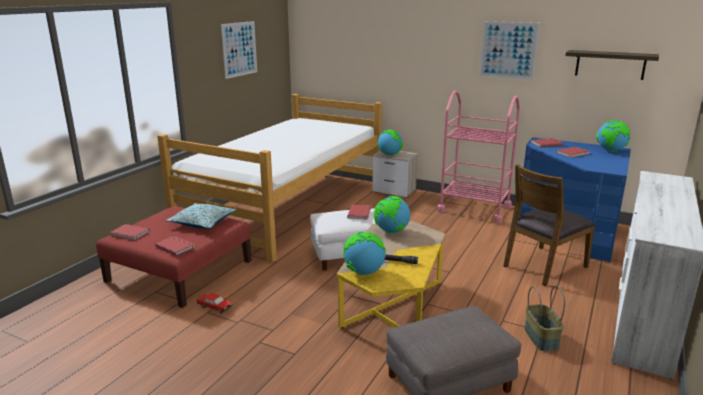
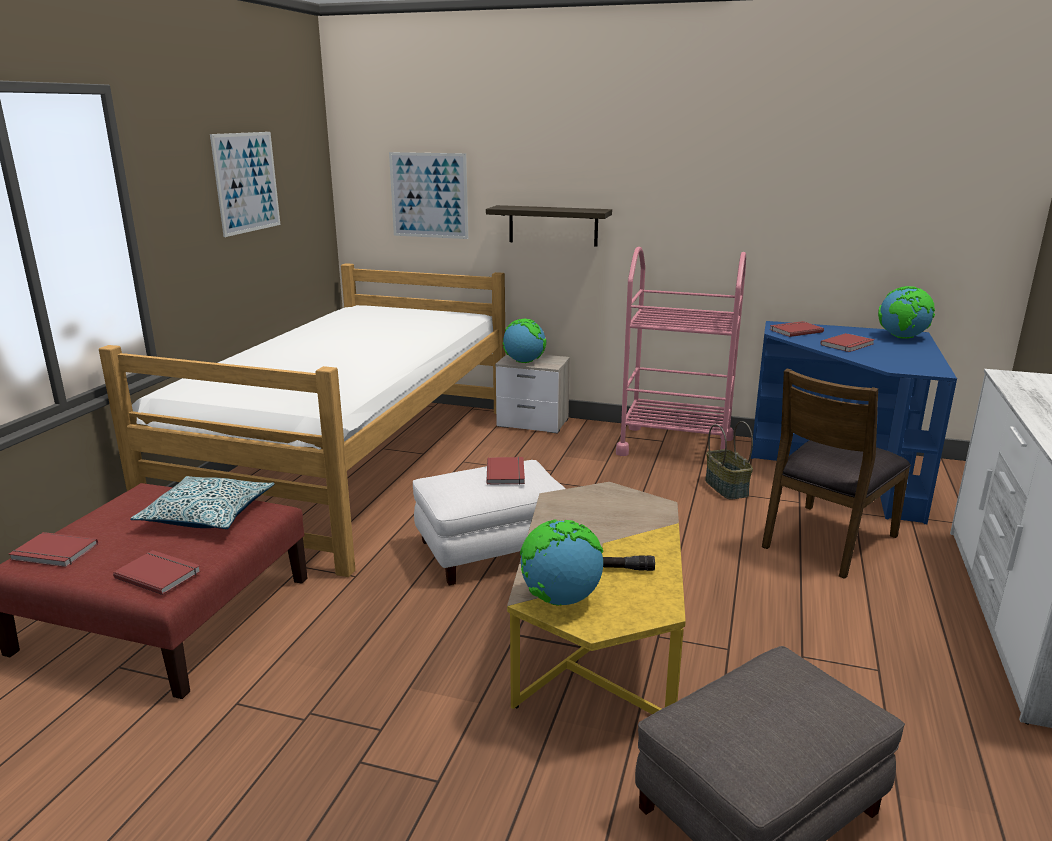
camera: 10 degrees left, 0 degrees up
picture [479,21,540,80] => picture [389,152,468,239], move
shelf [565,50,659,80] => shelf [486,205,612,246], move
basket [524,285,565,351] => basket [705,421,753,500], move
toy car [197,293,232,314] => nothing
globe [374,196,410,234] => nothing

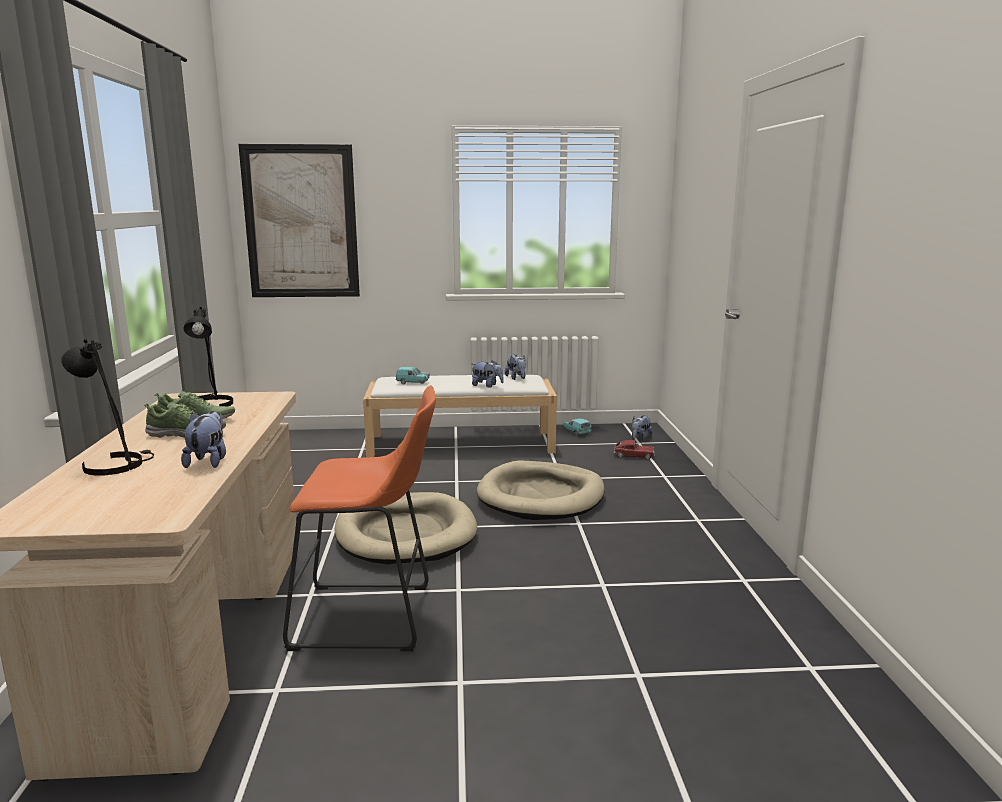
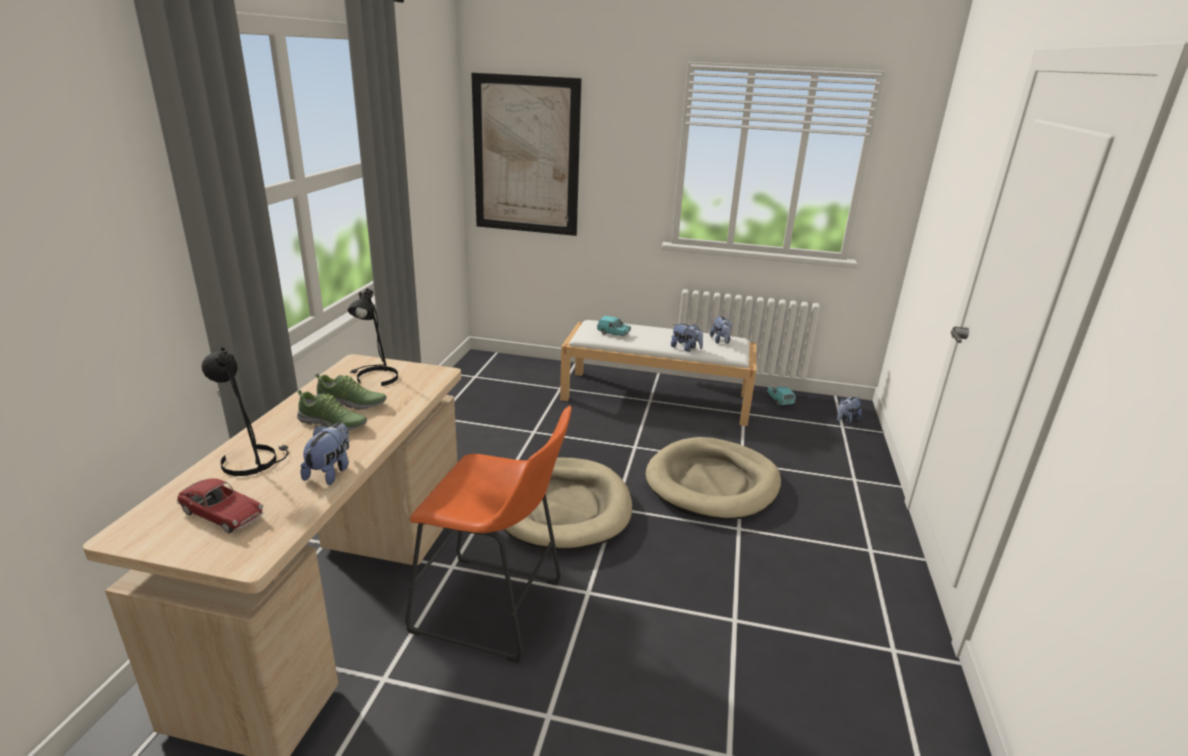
camera: 15 degrees right, 10 degrees up
toy car [614,440,654,459] => toy car [177,478,263,533], move

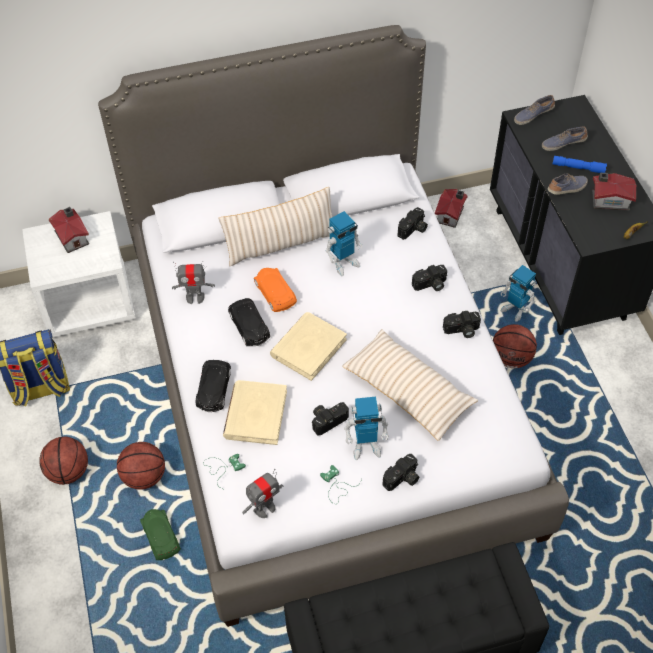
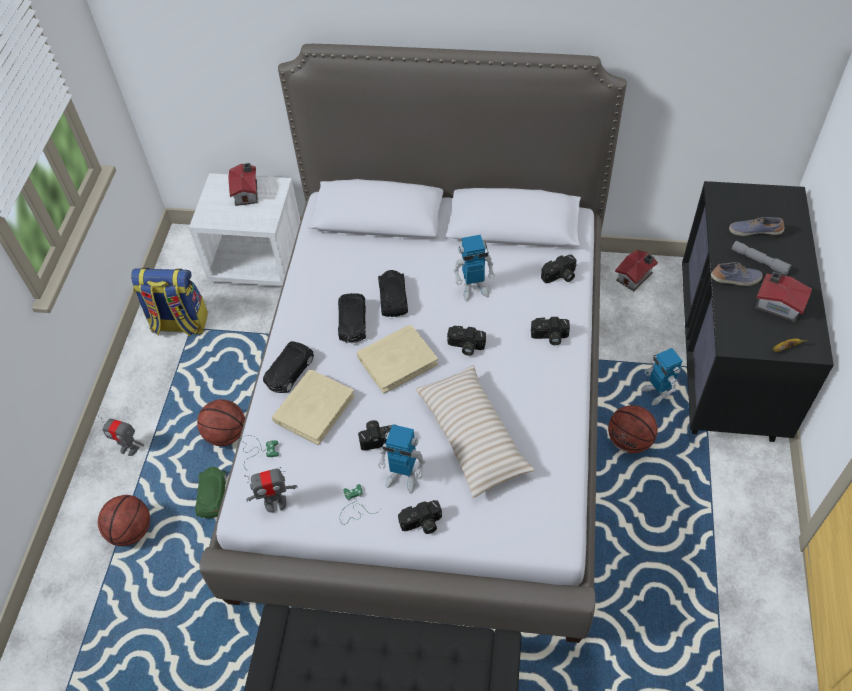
camera: 25 degrees right, 0 degrees up
toy robot [172,261,215,304] => toy robot [98,415,144,456], move
basketball [39,437,88,485] => basketball [98,495,150,546], move
toy car/orange [254,268,297,312] => toy car/black [378,270,408,317]
photo camera [443,311,481,338] => photo camera [447,326,486,356], move
flashlight/blue [553,156,607,173] => flashlight/grey [732,241,792,276]
pillow/beige [218,187,332,266] => nothing
shoe [514,95,555,125] => nothing

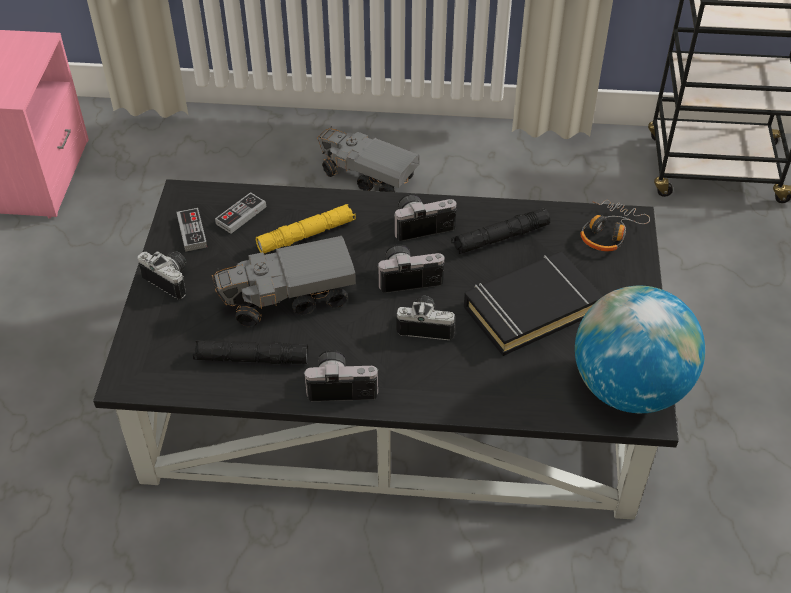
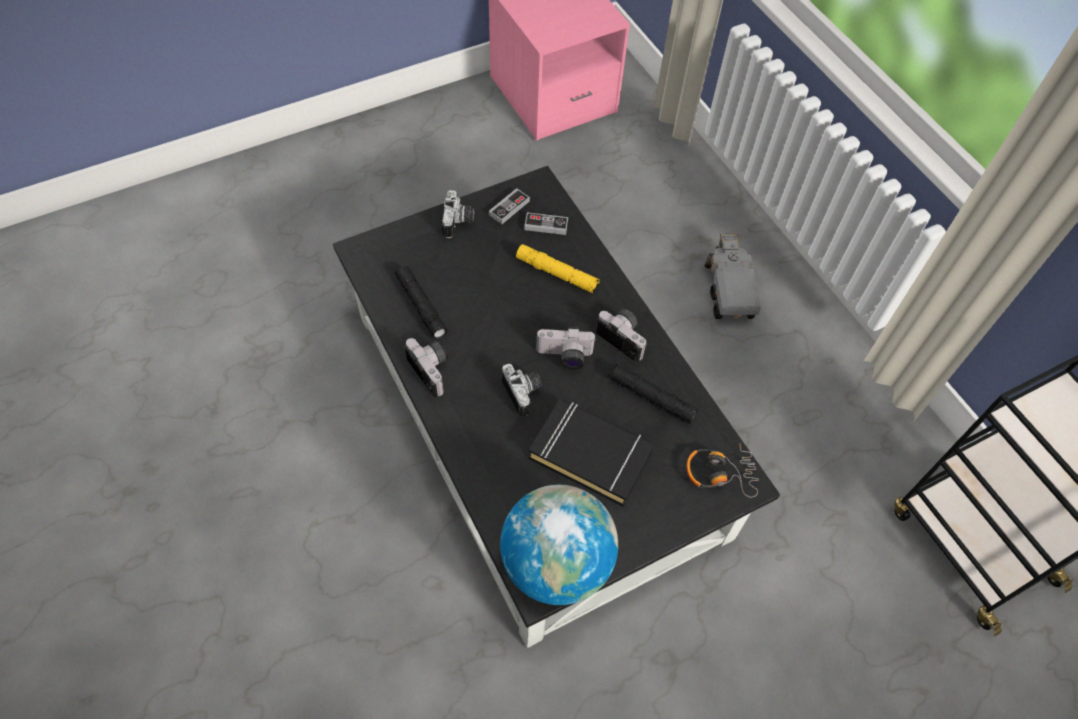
camera: 55 degrees right, 10 degrees up
photo camera [377,245,445,293] => photo camera [536,327,596,370], 135 degrees clockwise
toy truck [212,236,356,328] => nothing

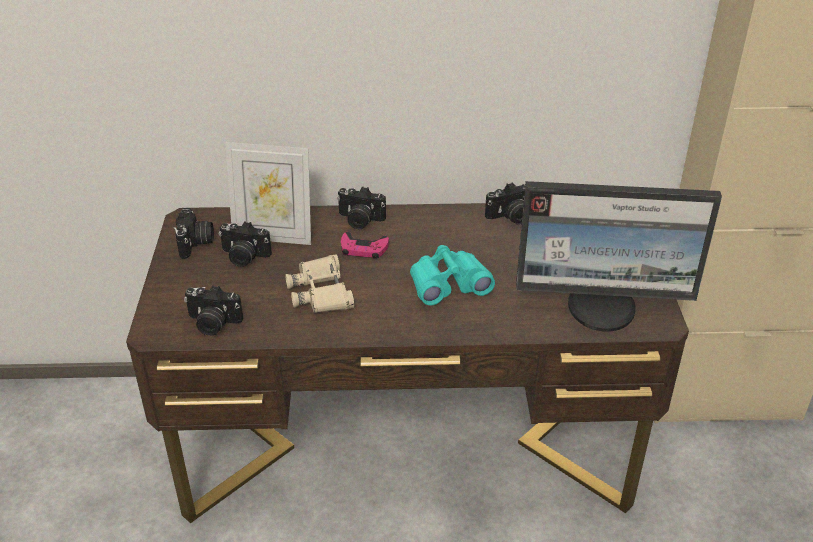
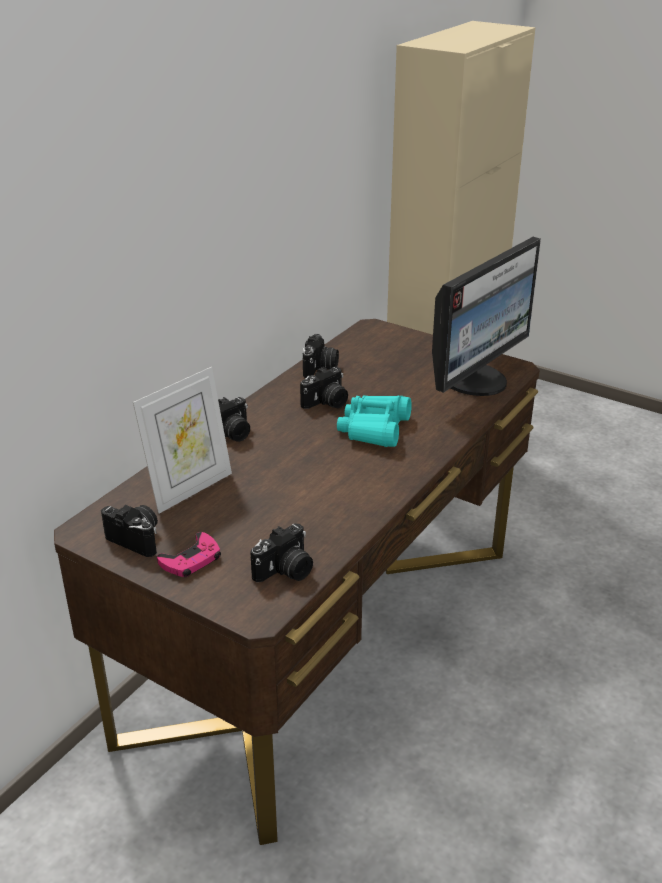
camera: 55 degrees left, 5 degrees down
game controller/pink [341,232,389,259] => game controller/pink [157,532,221,577], move
photo camera [219,221,272,267] => photo camera [300,367,348,409], move
binoculars/beige [285,254,355,313] => nothing

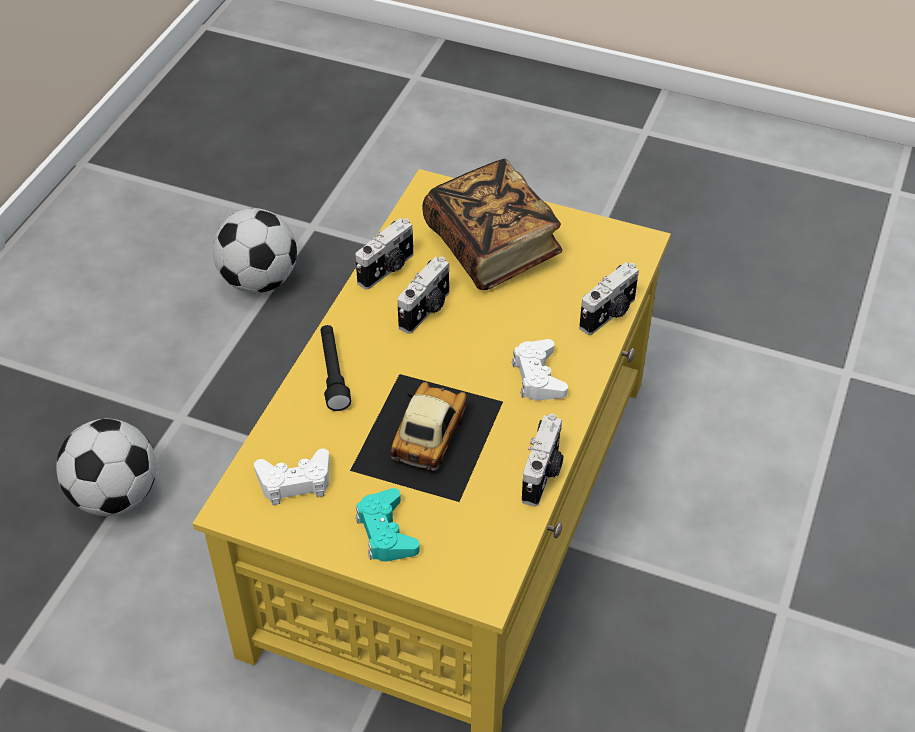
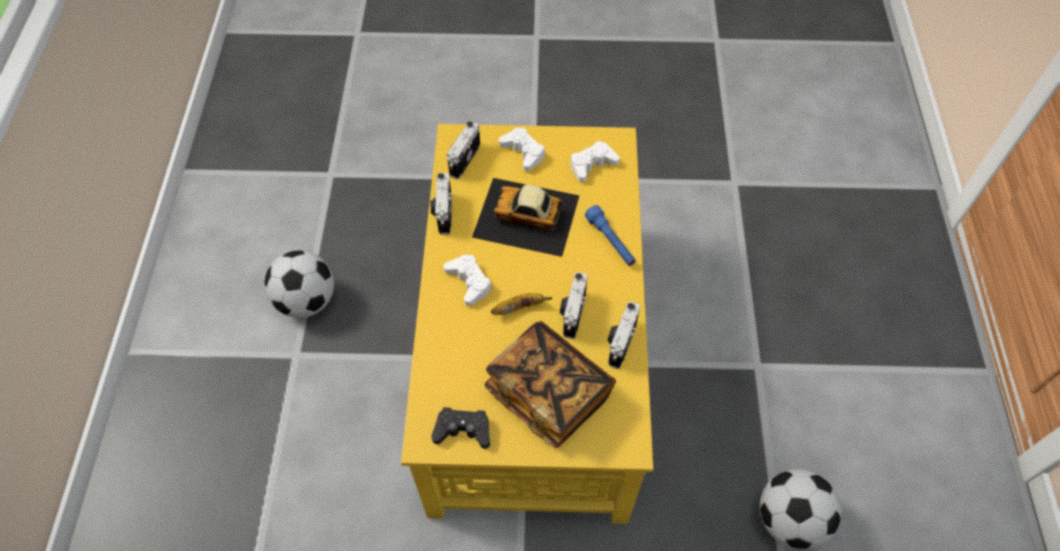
camera: 160 degrees right, 10 degrees up
football [56,419,156,516] => football [265,251,334,318], move
nothing => game controller/black [431,407,490,449]
photo camera [579,262,639,335] => photo camera [447,121,480,179], move
toy car [350,374,503,502] => toy car [472,178,579,257], 105 degrees clockwise
nothing => banana [491,293,552,315]
game controller/turquoise [356,488,420,562] => game controller/white [499,128,545,171]
flashlight/black [320,325,351,411] => flashlight/blue [585,205,636,266]

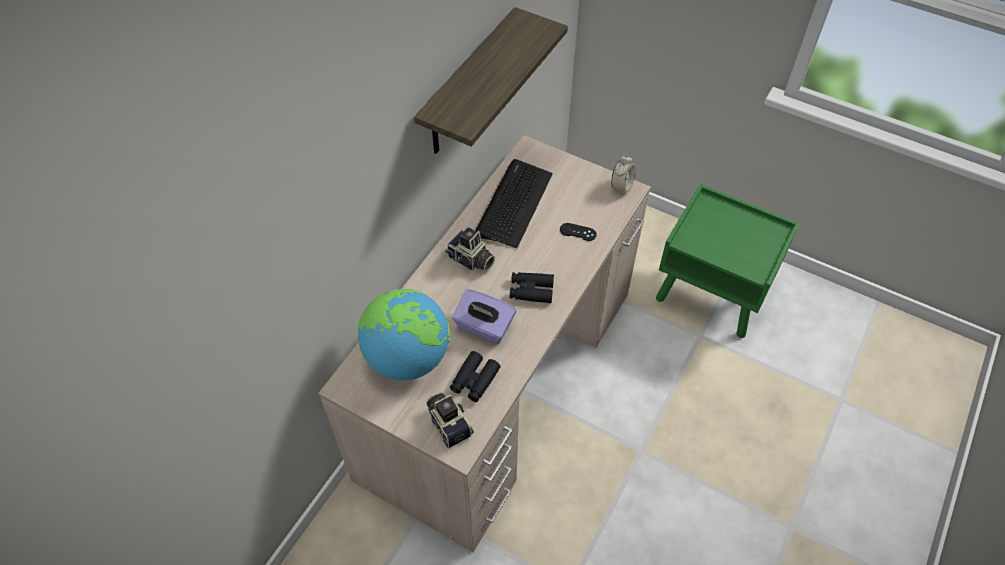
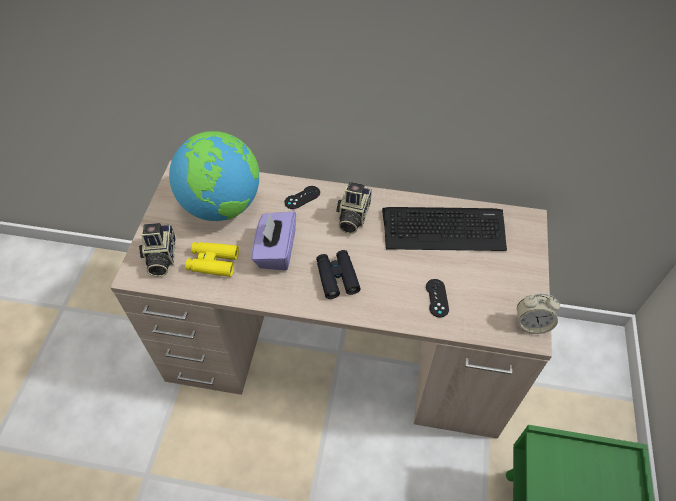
camera: 70 degrees right, 0 degrees up
photo camera [426,392,474,449] => photo camera [139,223,175,277], 135 degrees clockwise
binoculars/black [450,351,501,402] => binoculars/yellow [185,242,239,277]
nothing => game controller/black [284,186,320,209]
shelf [414,7,568,154] => nothing

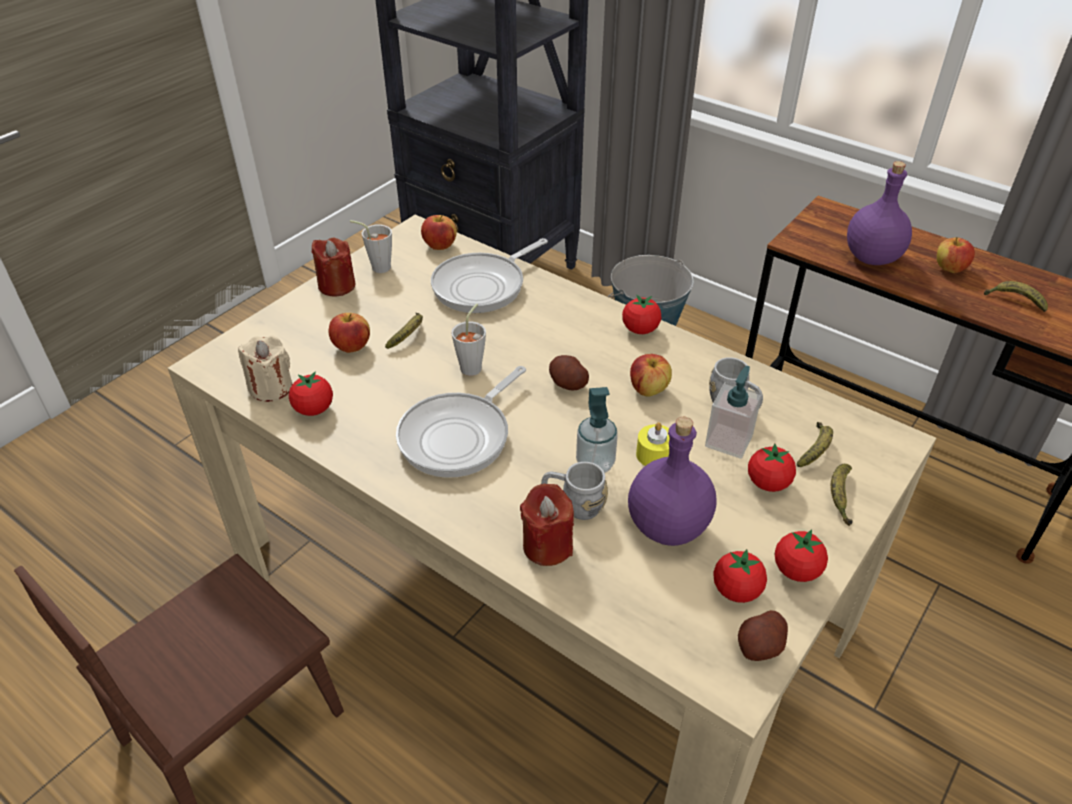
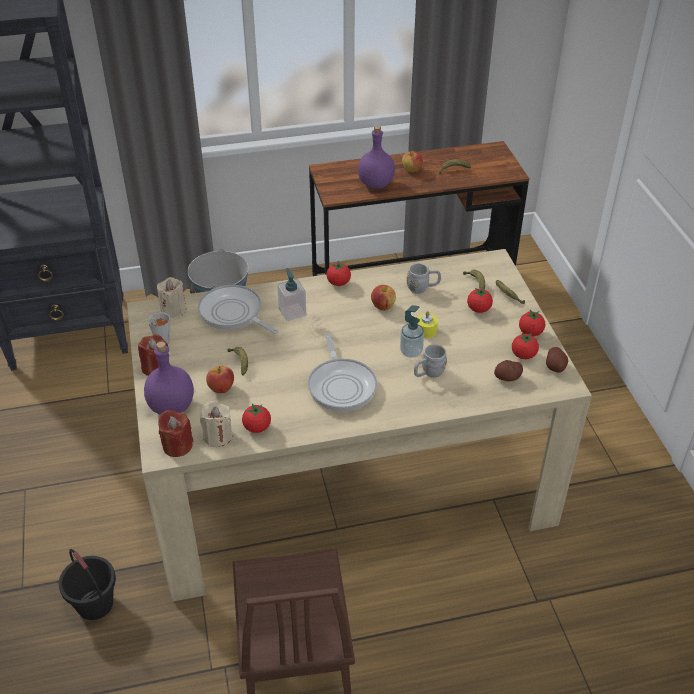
camera: 50 degrees left, 0 degrees up
nothing => bucket/black [59,549,116,620]
bottle/purple [628,417,717,546] => bottle/purple [144,341,194,415], move
apple [421,215,457,250] => candle/beige [157,277,186,318]
candle/red [520,484,574,566] => candle/red [158,410,193,457], move
frying pan [431,238,548,313] => frying pan [198,285,279,334], 135 degrees clockwise
soap dispenser [705,366,762,459] => soap dispenser [277,268,306,321], move
potato [549,355,589,390] => potato [494,360,523,382], move
cup/grey [451,304,486,376] => nothing

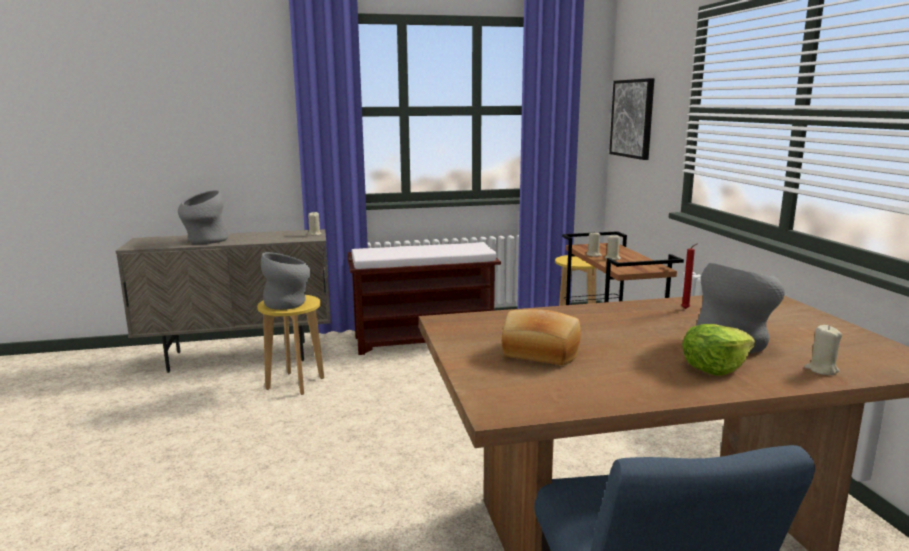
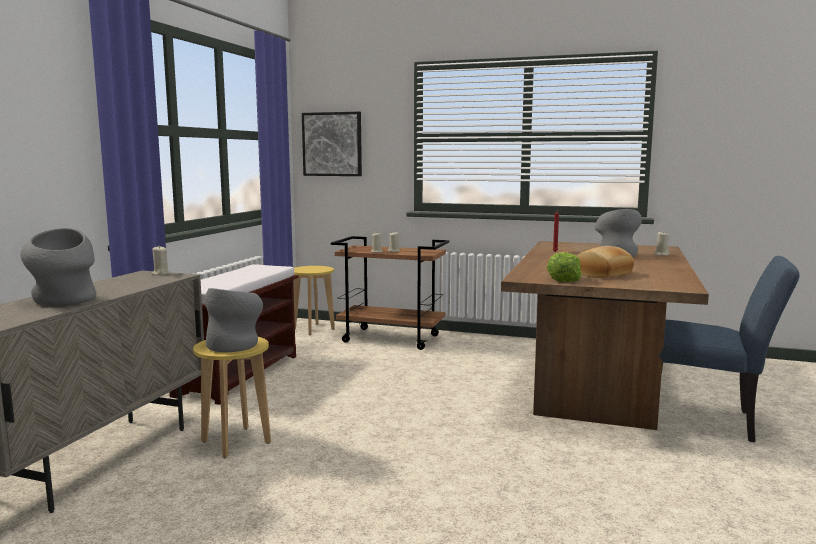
camera: 60 degrees left, 5 degrees down
lettuce [682,324,755,376] => lettuce [547,252,582,282], move

